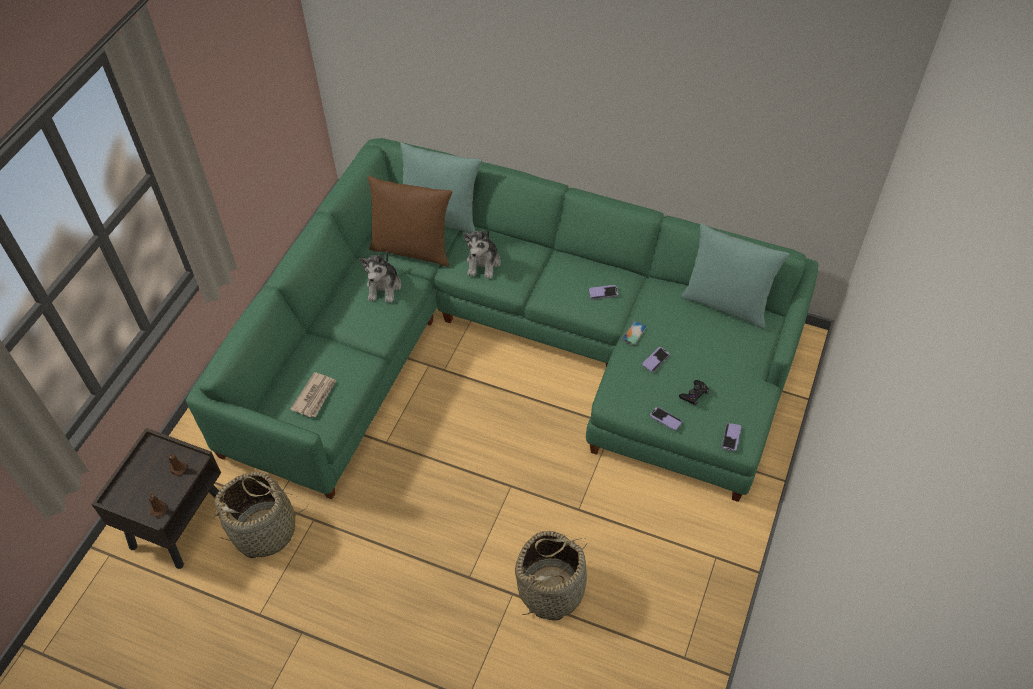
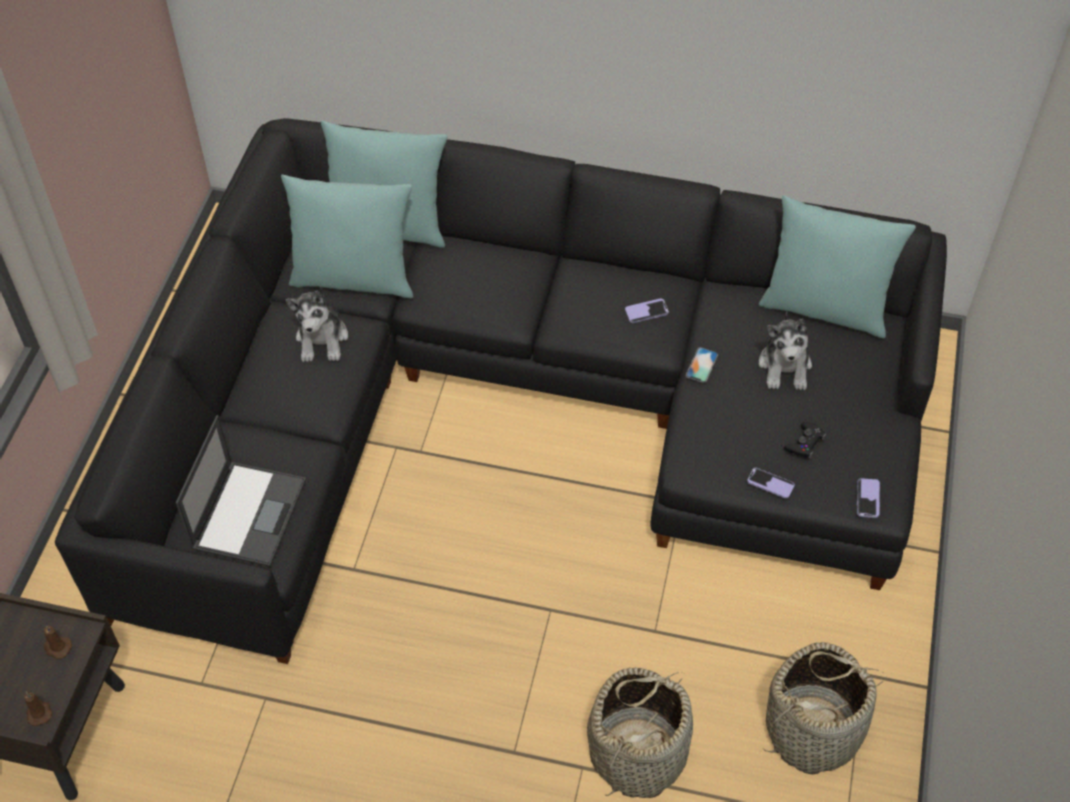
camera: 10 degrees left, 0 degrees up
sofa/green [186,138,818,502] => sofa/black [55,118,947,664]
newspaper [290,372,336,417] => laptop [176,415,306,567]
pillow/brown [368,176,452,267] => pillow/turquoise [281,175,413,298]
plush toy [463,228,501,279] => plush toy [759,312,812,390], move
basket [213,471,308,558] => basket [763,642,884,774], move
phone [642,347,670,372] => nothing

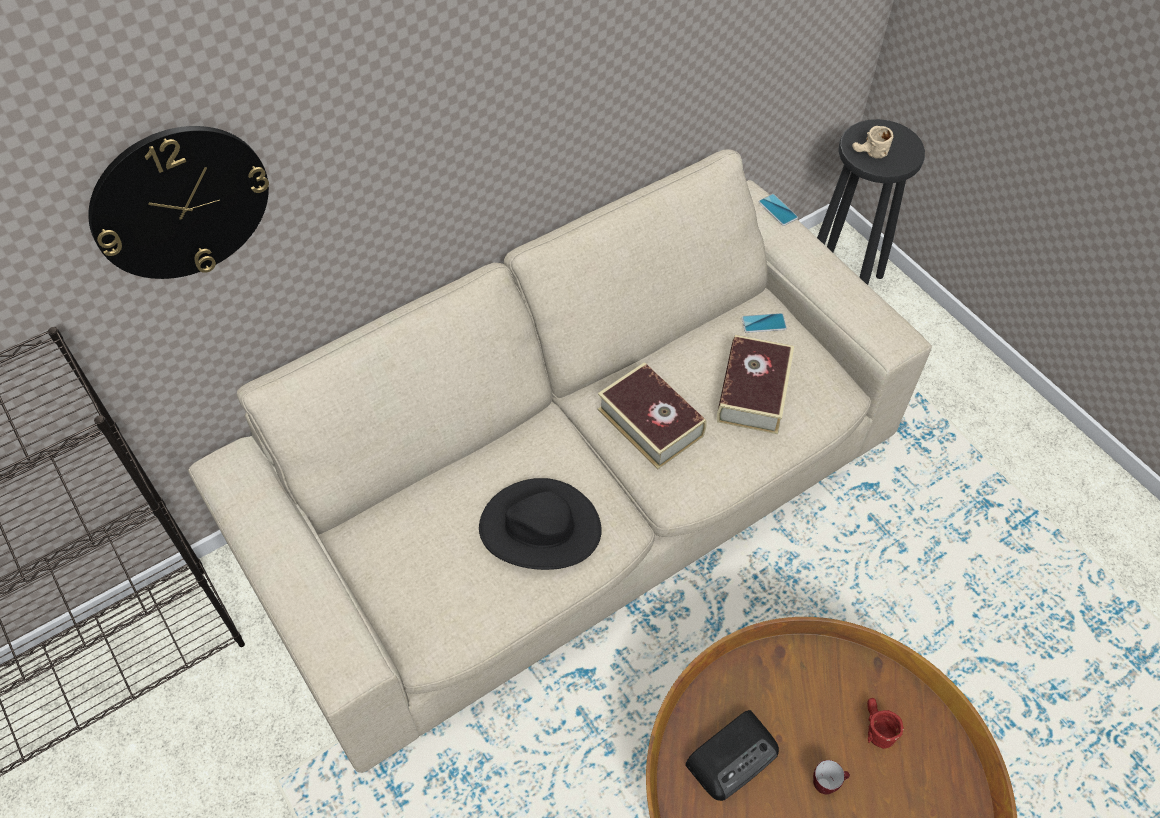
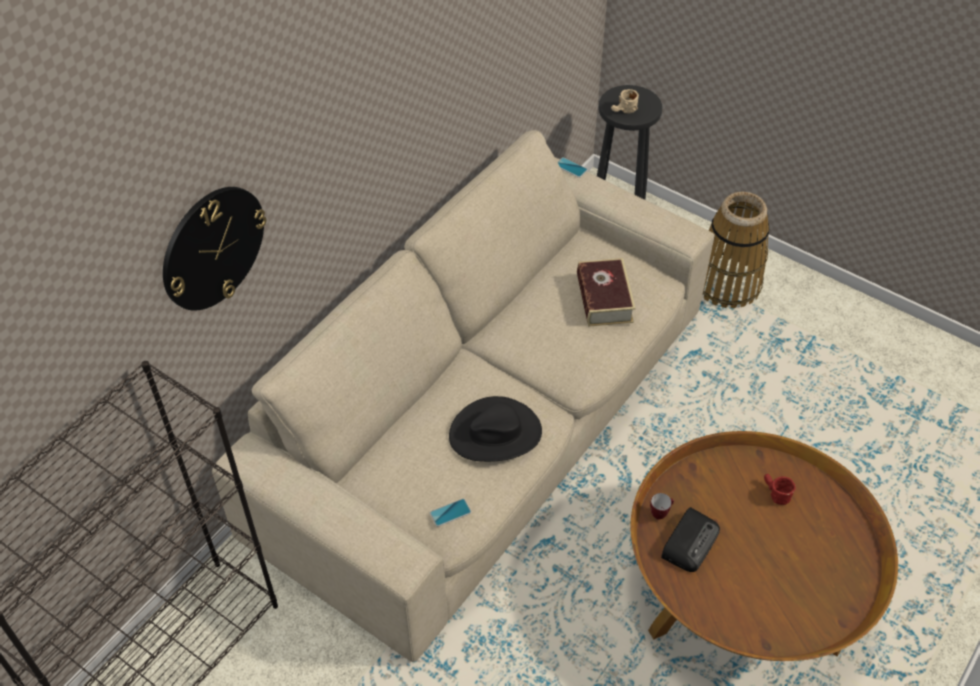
camera: 20 degrees left, 5 degrees down
phone [742,313,787,333] => phone [430,499,471,527], move
mug [813,760,850,794] => mug [650,493,674,520], move
nothing => basket [702,192,769,308]
book [598,362,706,470] => nothing

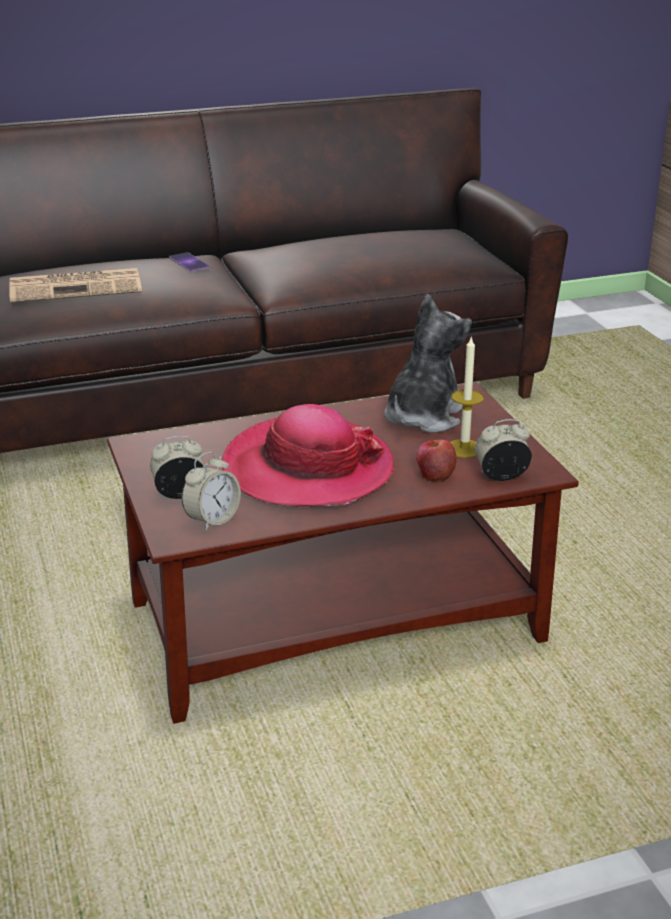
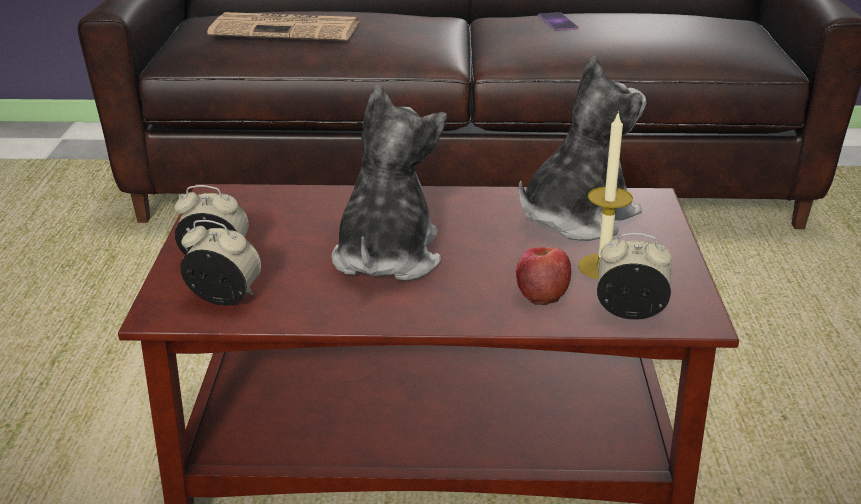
camera: 20 degrees right, 0 degrees up
alarm clock [181,452,241,531] => alarm clock [180,220,261,306], 135 degrees counterclockwise
hat [222,404,394,507] => plush toy [332,85,447,281]
phone [169,252,210,272] => phone [538,12,578,31], move

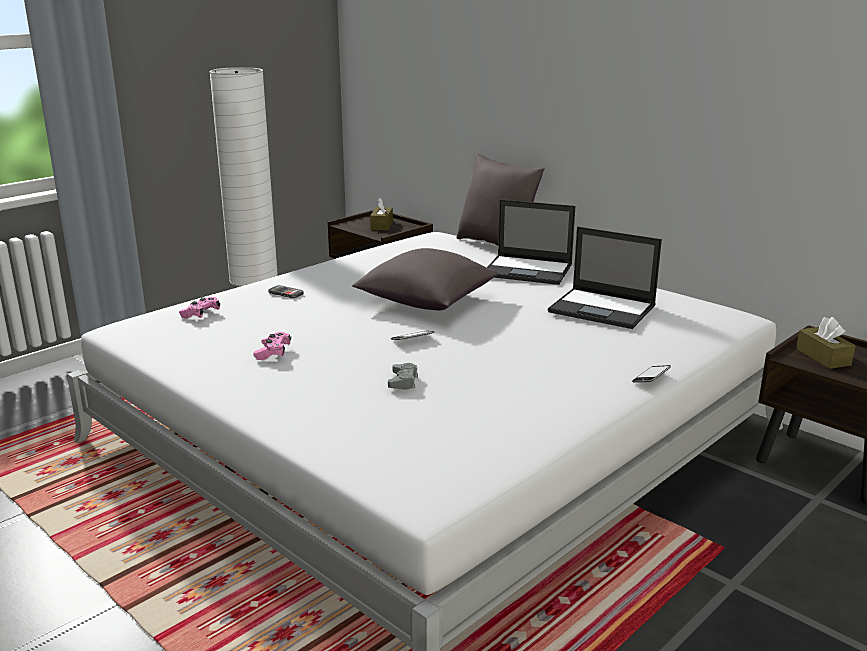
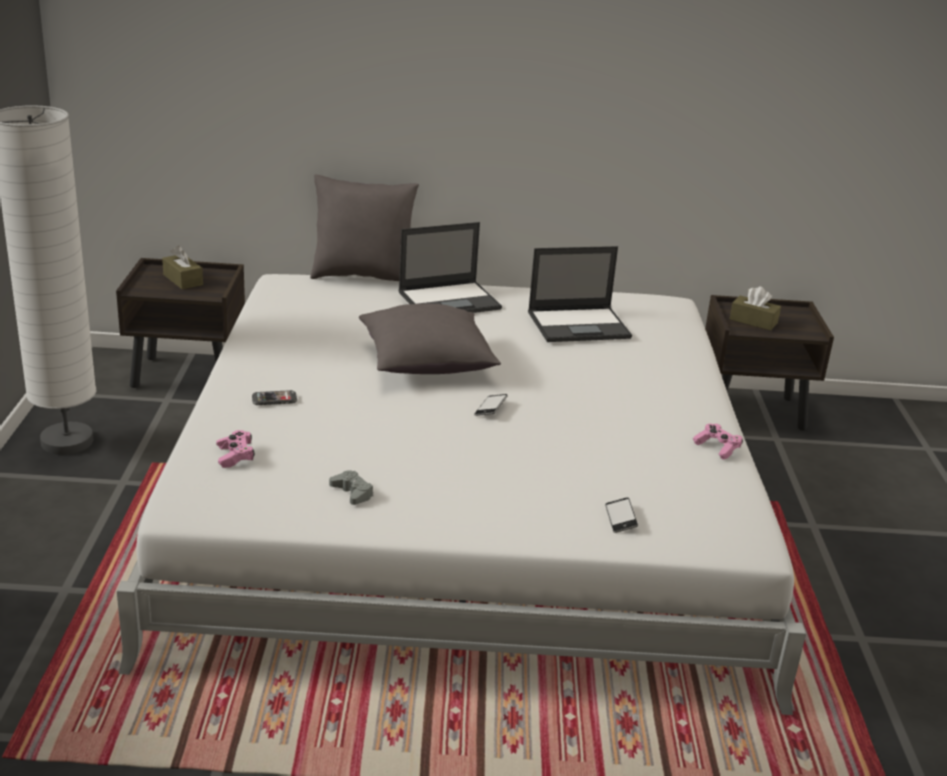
camera: 45 degrees left, 5 degrees up
game controller/grey [388,363,418,390] => game controller/grey [329,470,373,505], move
phone [632,365,671,383] => phone [605,497,638,533], move
game controller/pink [253,332,291,360] => game controller/pink [693,424,743,460], move

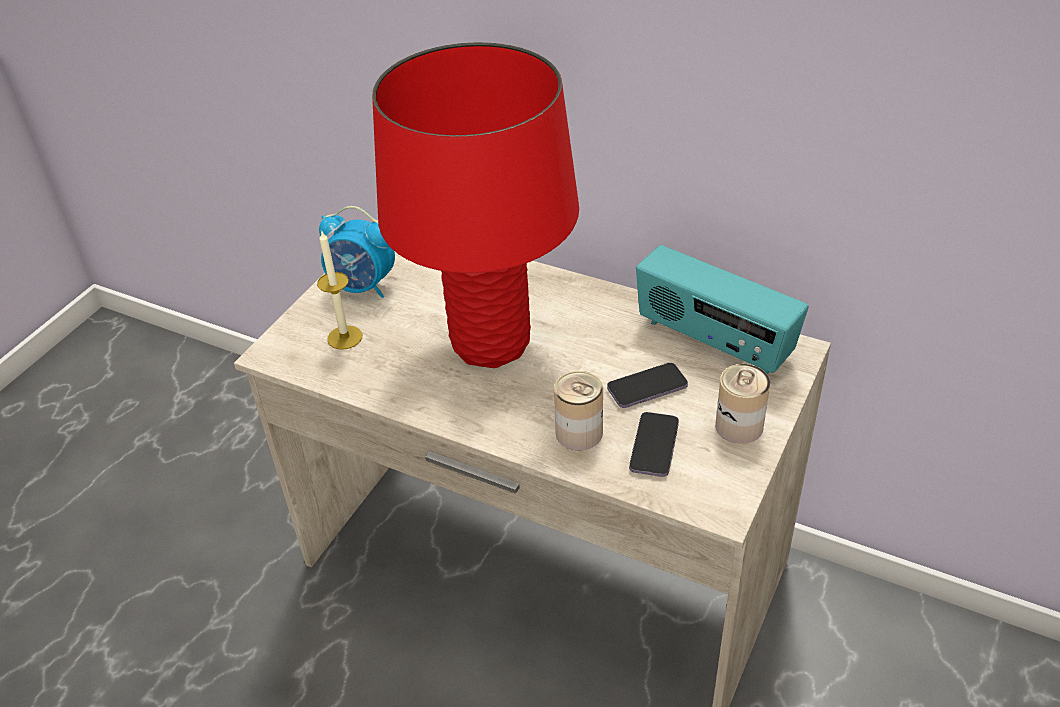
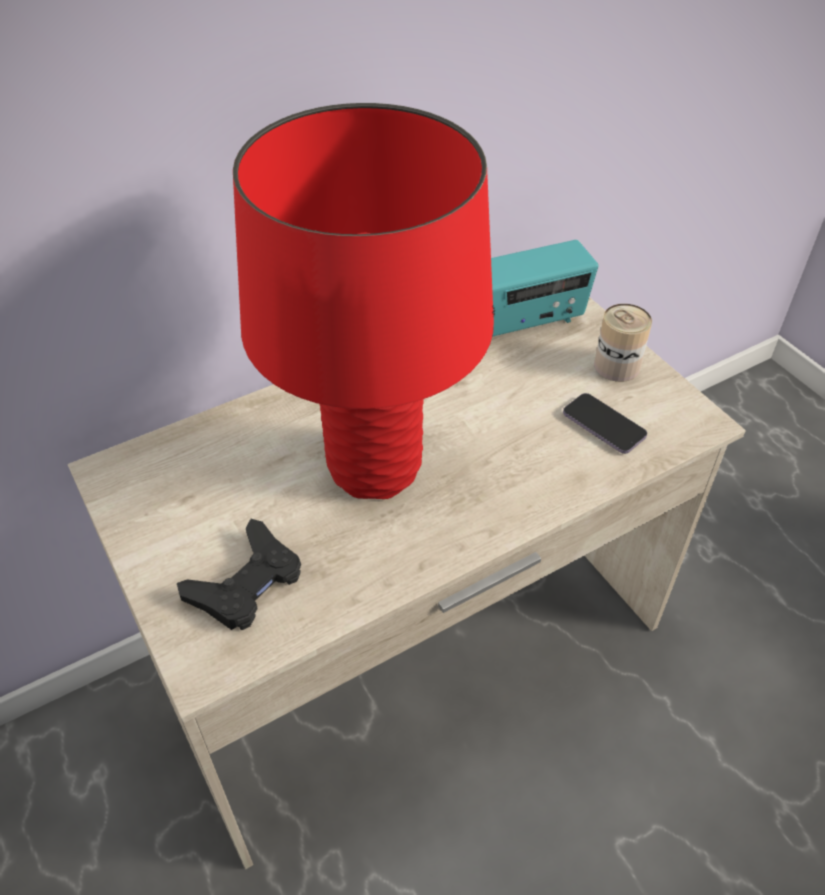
camera: 60 degrees left, 5 degrees up
candle [317,230,362,350] => game controller/black [177,519,301,630]
alarm clock [319,206,395,298] => nothing
can [554,371,603,450] => nothing
phone [607,363,688,408] => nothing

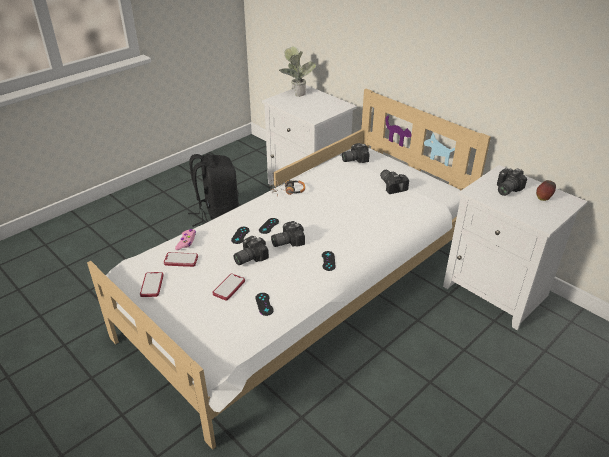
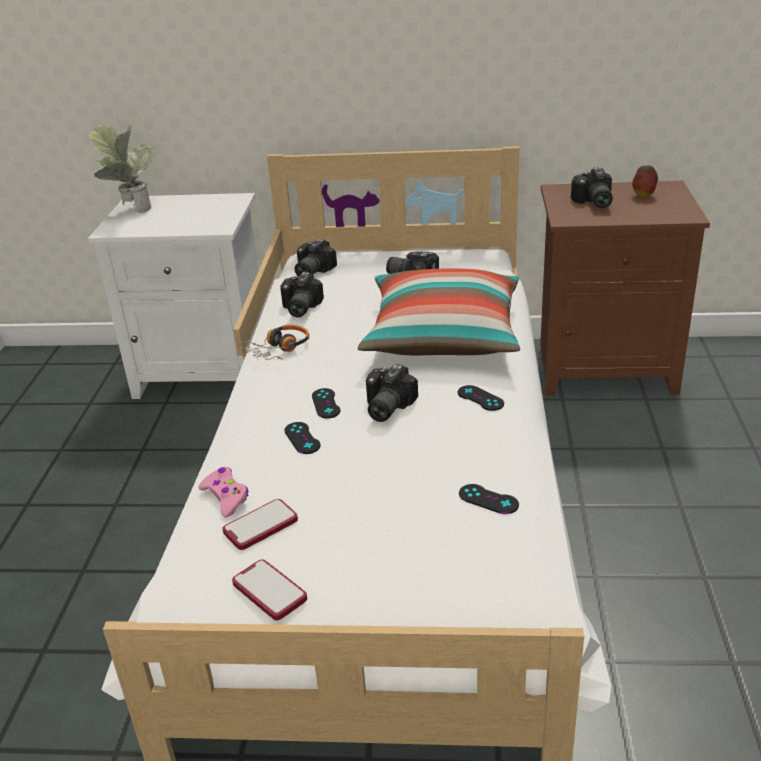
camera: 40 degrees left, 5 degrees down
photo camera [233,236,269,265] => photo camera [280,272,324,317], move
nothing => pillow [358,268,520,355]
nightstand/white [443,165,588,330] => nightstand/brown [540,181,710,396]
backpack/black [188,153,239,227] => nothing
phone [212,273,245,300] => nothing

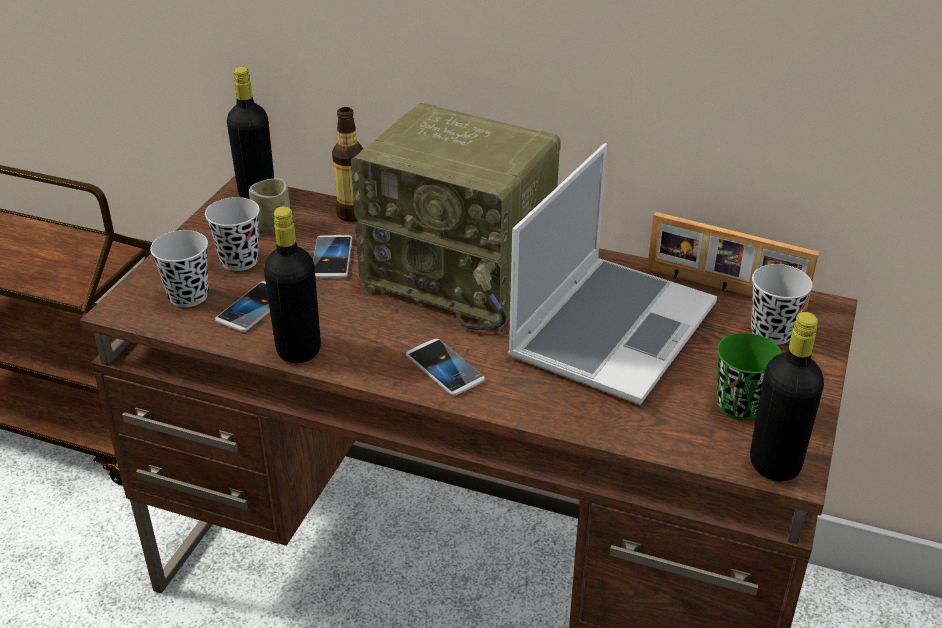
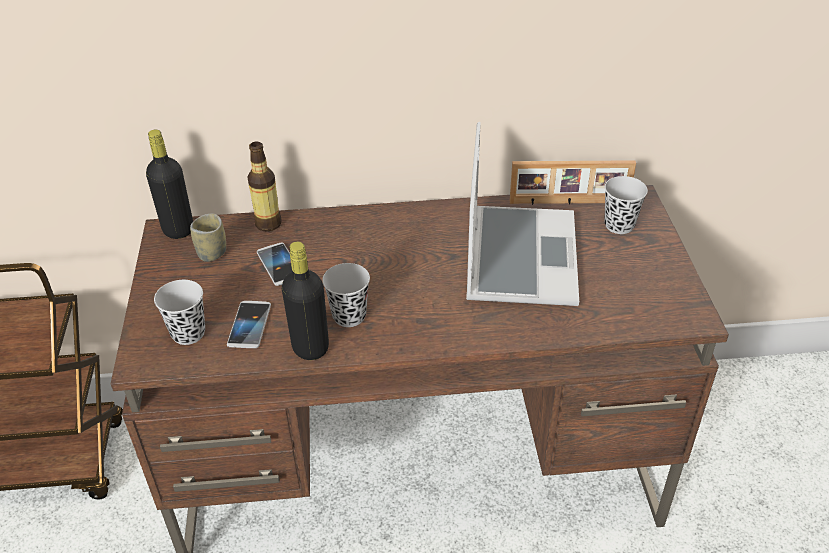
camera: 25 degrees left, 5 degrees up
cup/black [205,197,260,271] => cup/black [322,263,370,327], move
radio [351,103,561,331] => nothing
phone [406,339,485,396] => nothing
cup/green [717,333,782,420] => nothing
bottle/black [750,312,824,482] => nothing

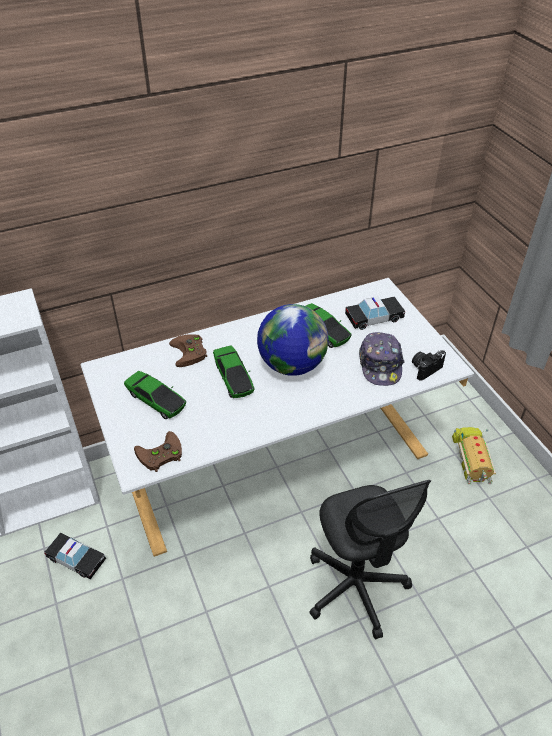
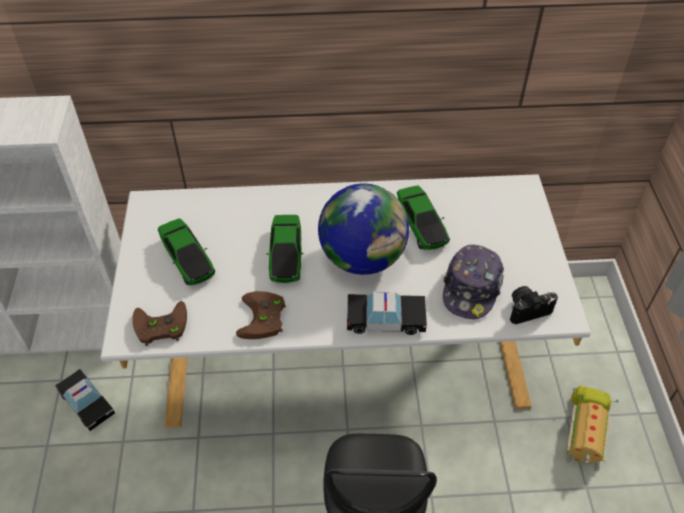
camera: 20 degrees right, 5 degrees up
game controller/brown [169,334,207,367] => game controller/brown [236,291,285,339], move
toy car [345,296,405,330] => toy car [347,292,427,335], move

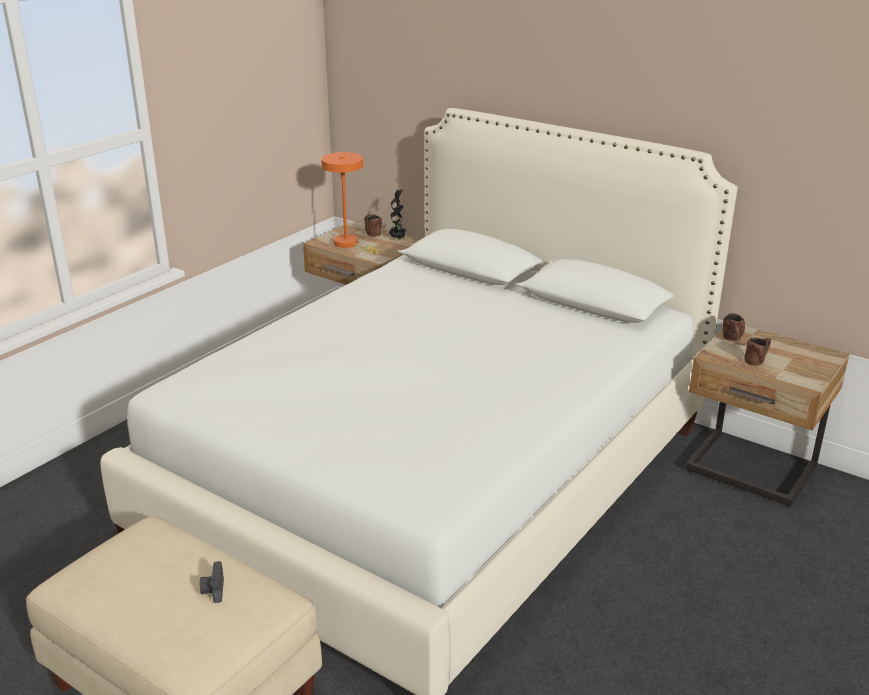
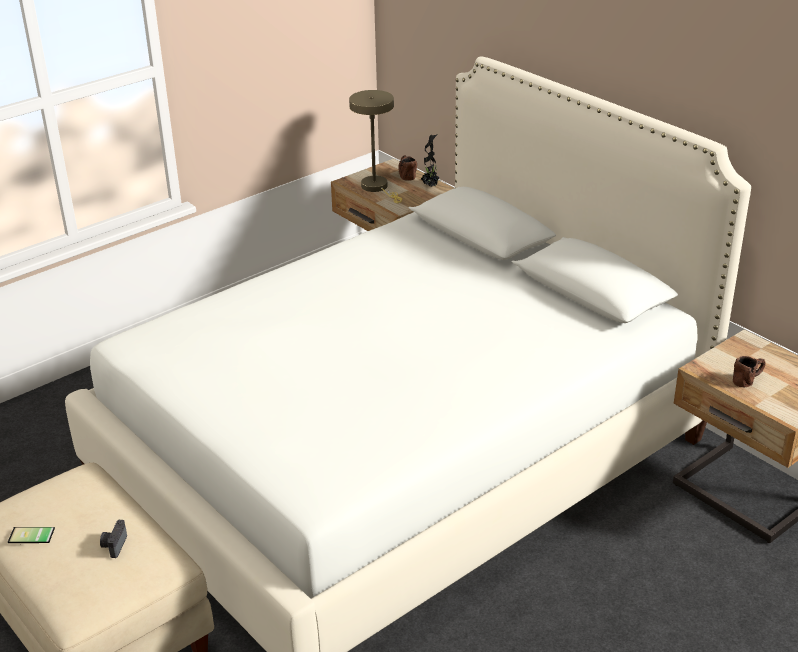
camera: 15 degrees right, 5 degrees up
nothing => phone [8,527,55,545]
table lamp/orange [321,152,378,255] => table lamp/beige [349,90,402,203]
mug/brown [722,313,745,341] => nothing

